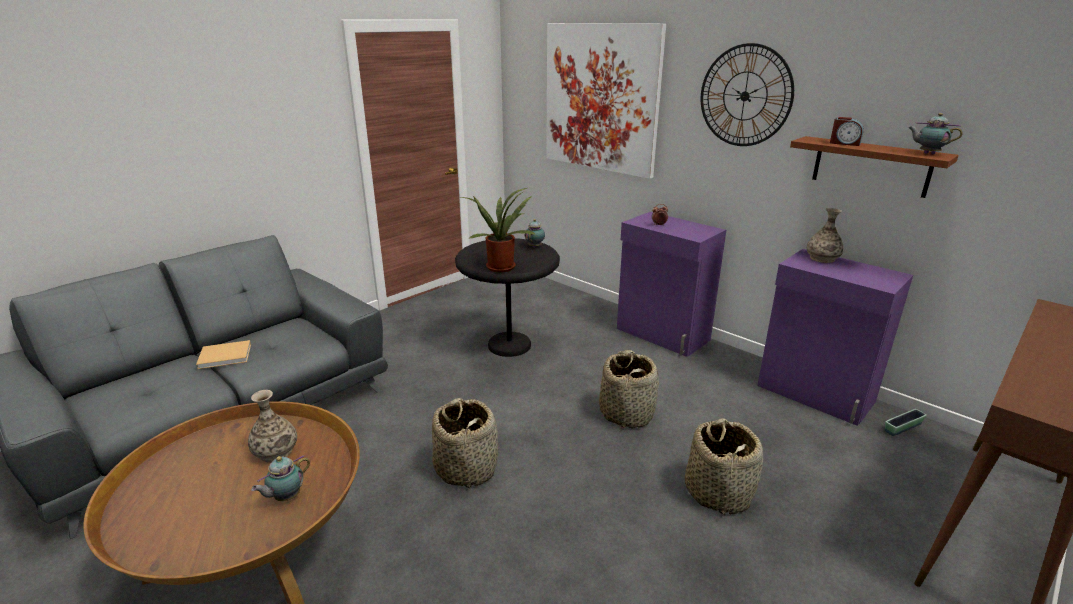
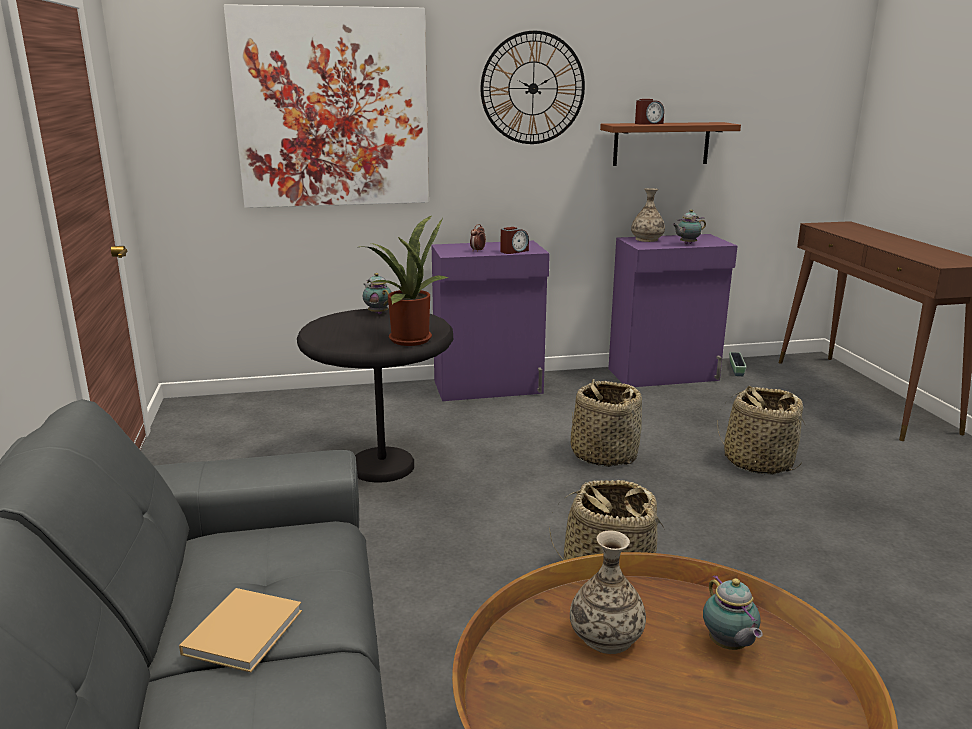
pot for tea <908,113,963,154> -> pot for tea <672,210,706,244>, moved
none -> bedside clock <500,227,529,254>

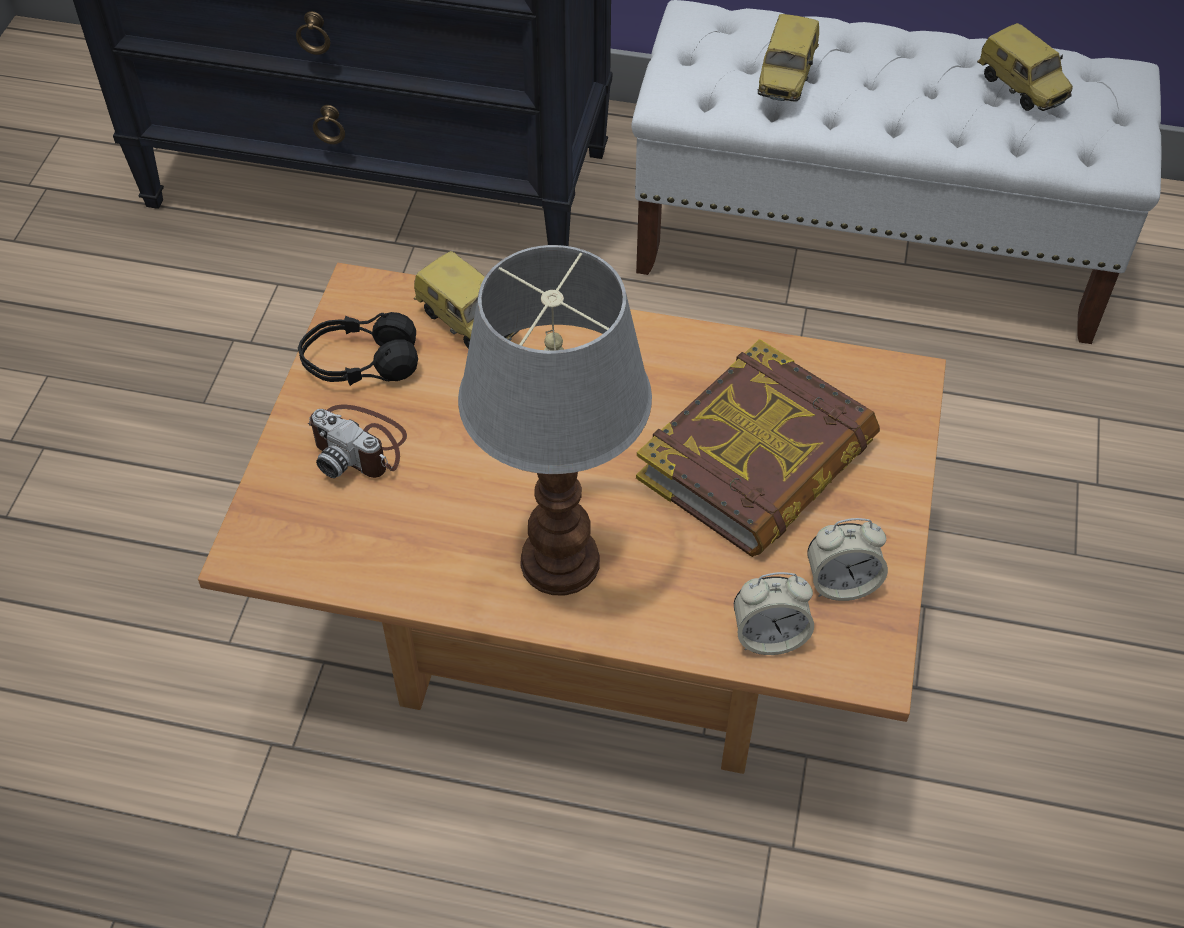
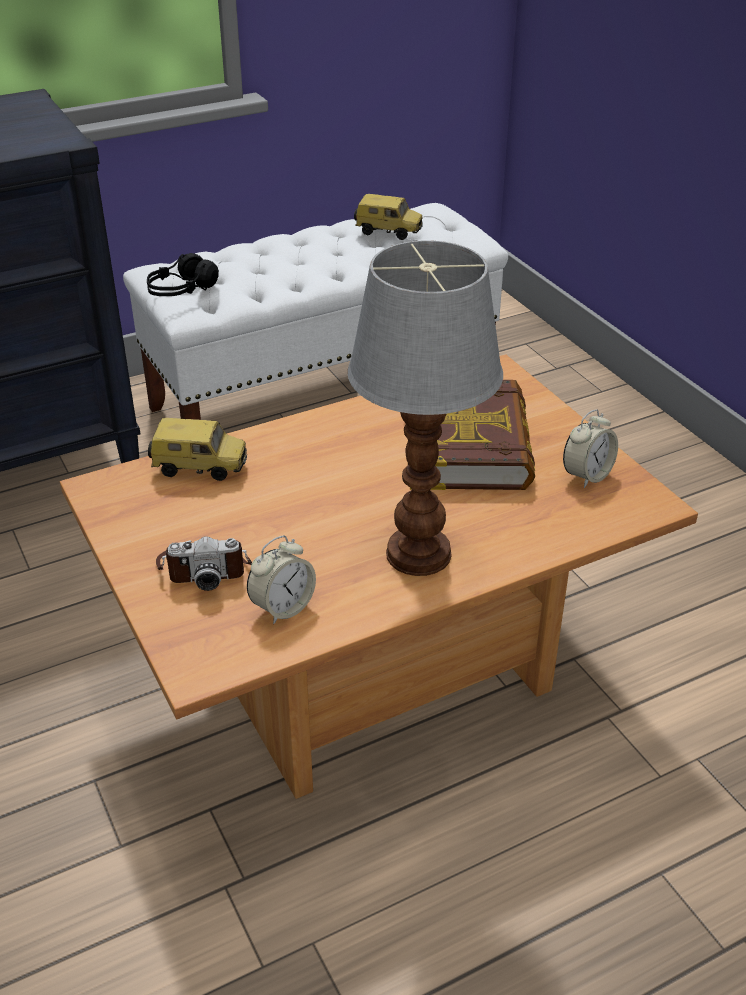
pair of headphones (black-coloured) <298,312,418,386> -> pair of headphones (black-coloured) <147,253,219,296>, moved
bedside clock <734,572,814,655> -> bedside clock <247,535,316,624>, moved
toy car <757,14,819,102> -> none

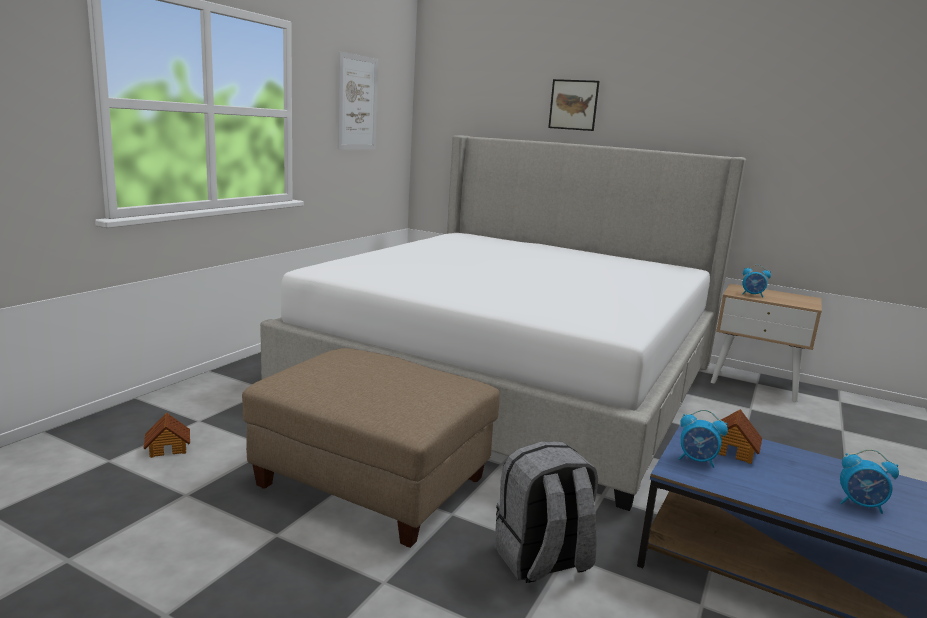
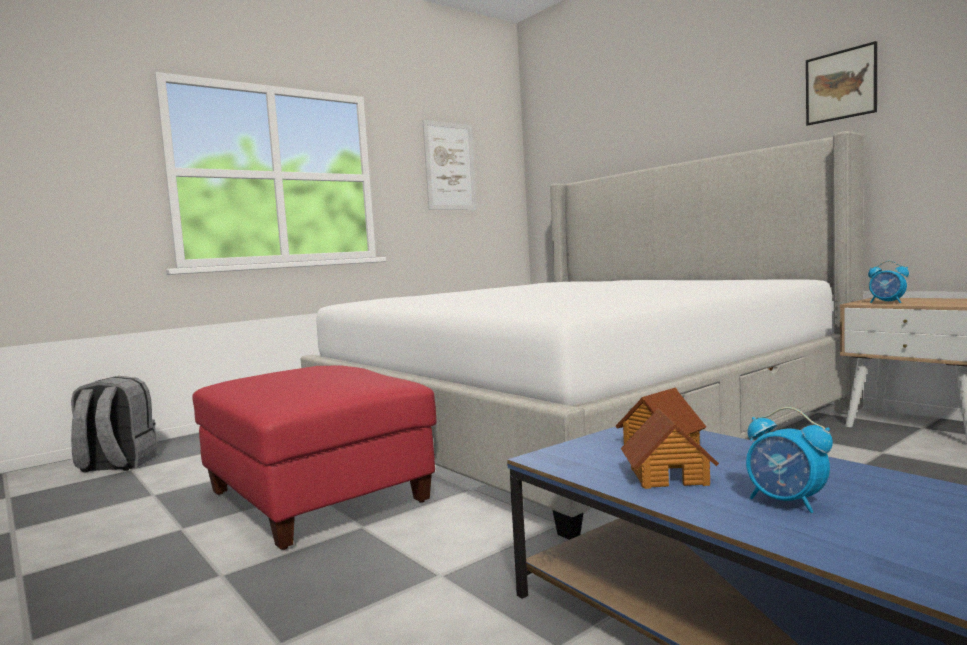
miniature house <143,413,190,458> -> miniature house <621,408,719,489>, moved
pouffe (beige) <242,348,500,548> -> pouffe (reddish) <192,365,437,550>
backpack (gray) <495,441,598,583> -> backpack (gray) <71,376,158,473>, moved
picture <548,79,600,131> -> picture <806,41,877,126>, moved
bedside clock <679,410,728,468> -> none

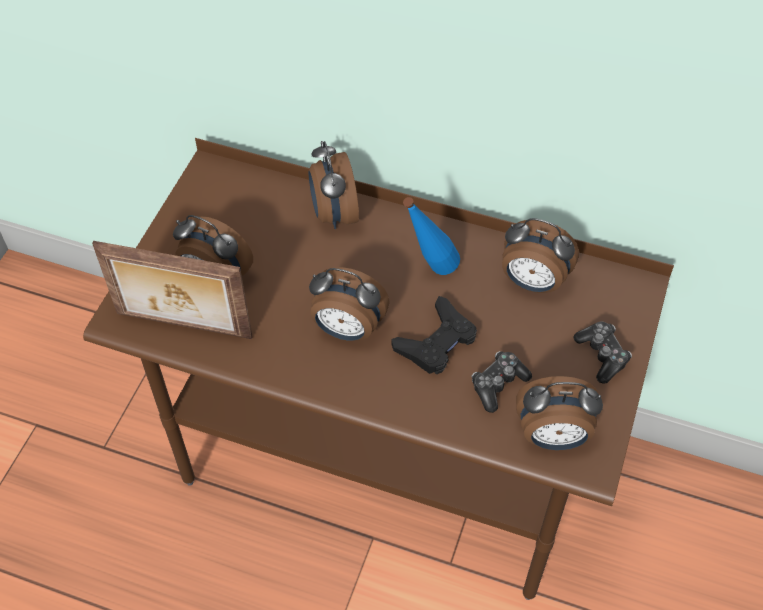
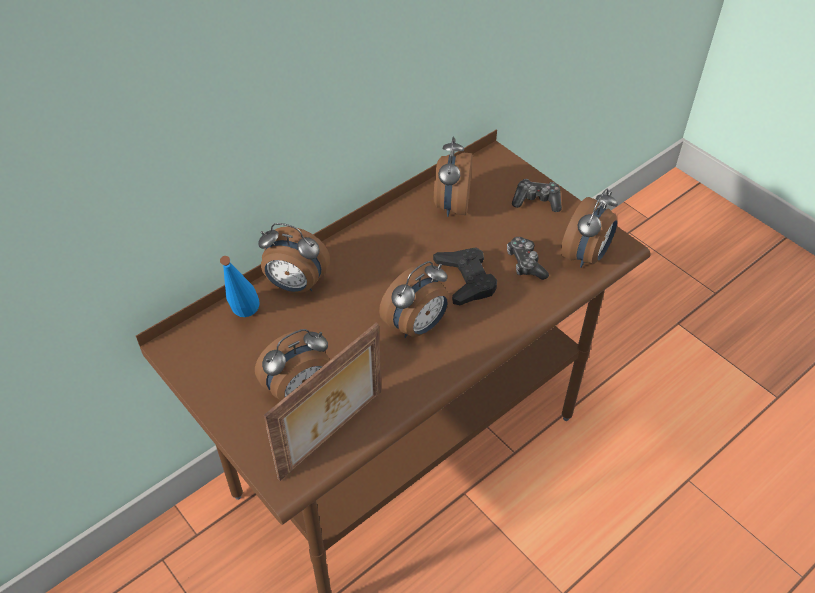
beverage bottle (blue) <403,197,460,275> -> beverage bottle (blue) <220,256,260,317>, moved
bedside clock <502,218,579,293> -> bedside clock <434,136,472,217>, 135 degrees clockwise

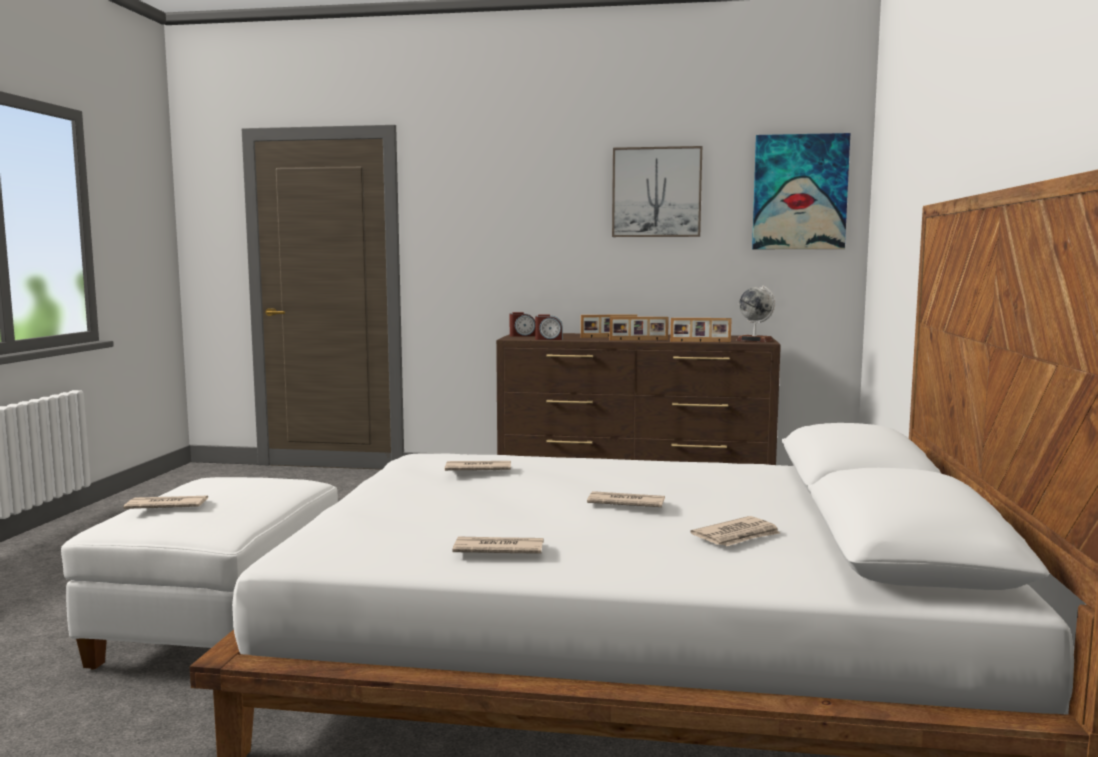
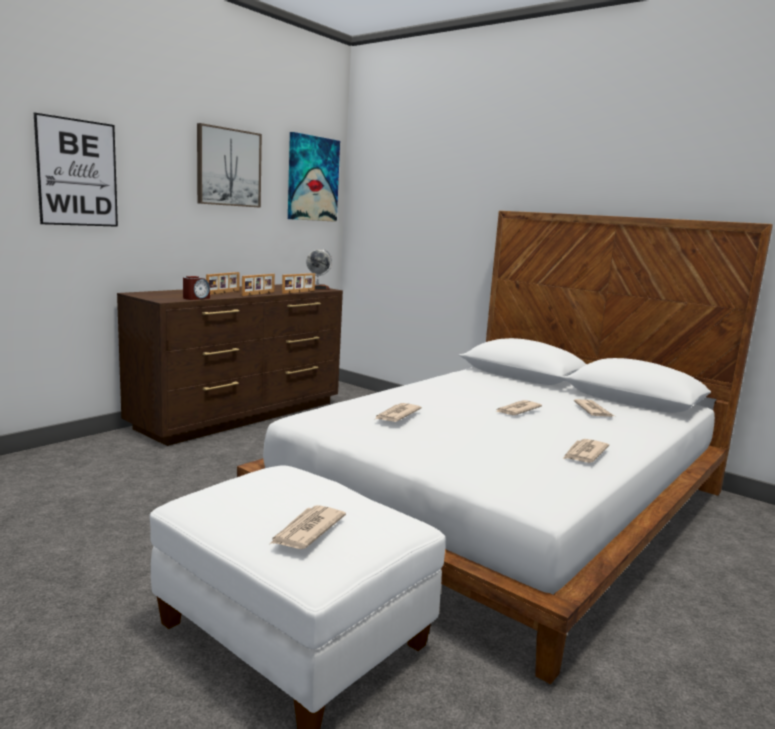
bedside clock <510,312,535,337> -> none
none -> picture <34,113,118,227>

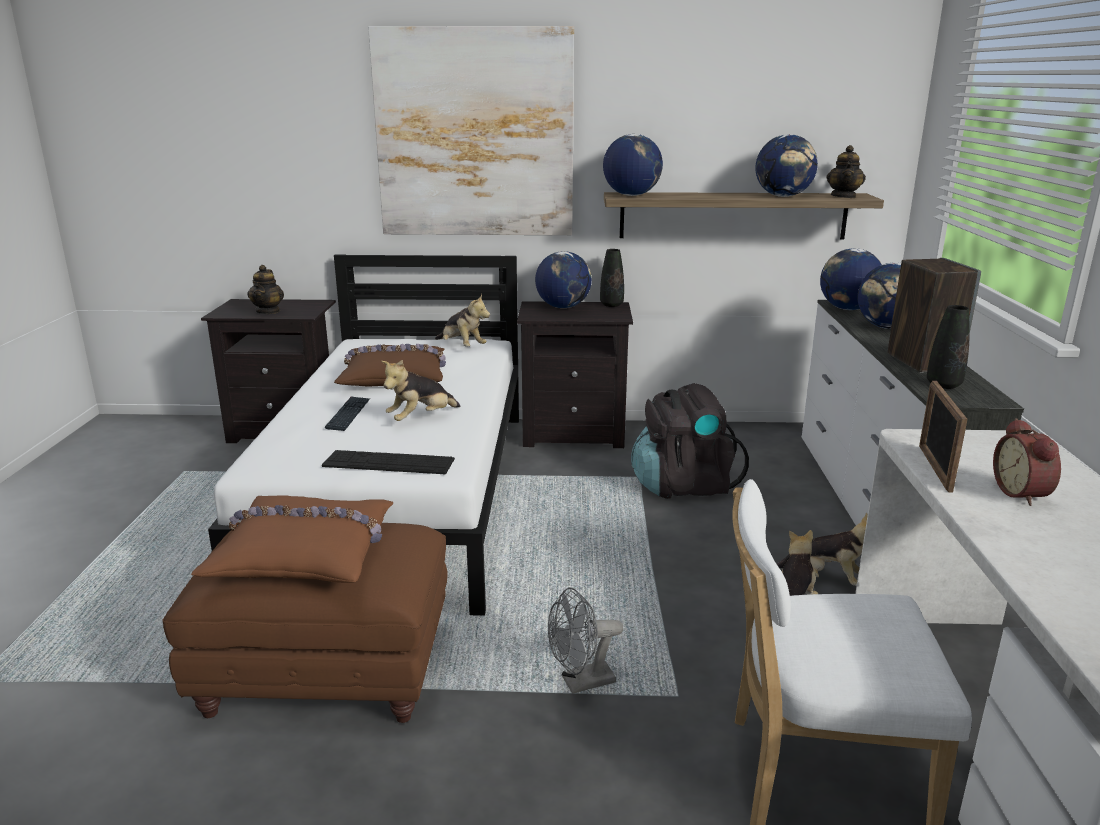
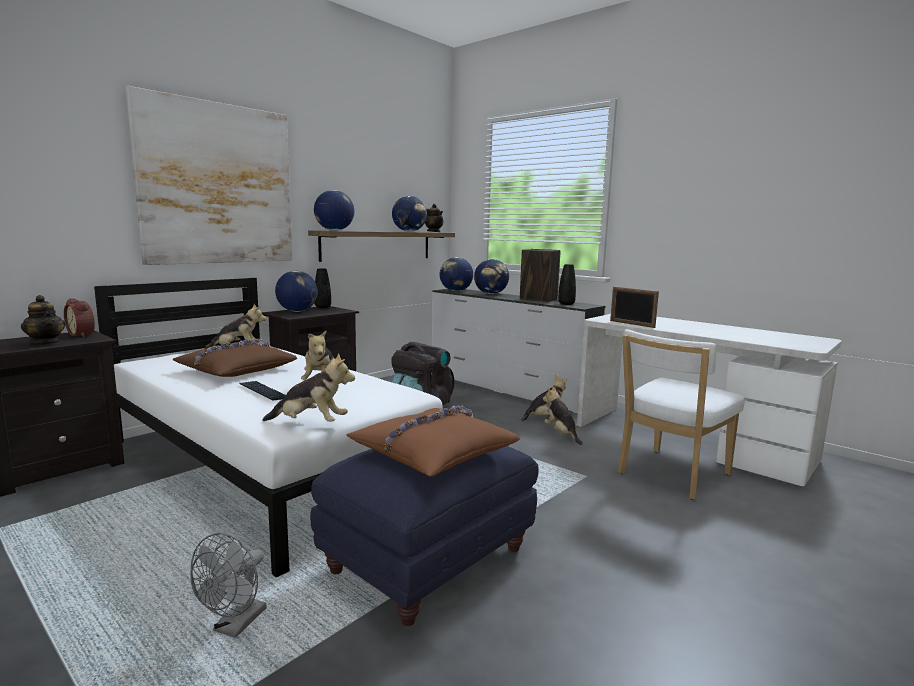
pouffe (brownish) <163,523,448,723> -> pouffe (blue) <310,446,539,626>
PC keyboard <322,450,455,474> -> none
fan (gray) <548,587,623,694> -> fan (gray) <190,533,267,638>, moved
bedside clock <993,418,1061,506> -> bedside clock <64,298,95,337>, moved
none -> cuddly toy <262,353,355,422>

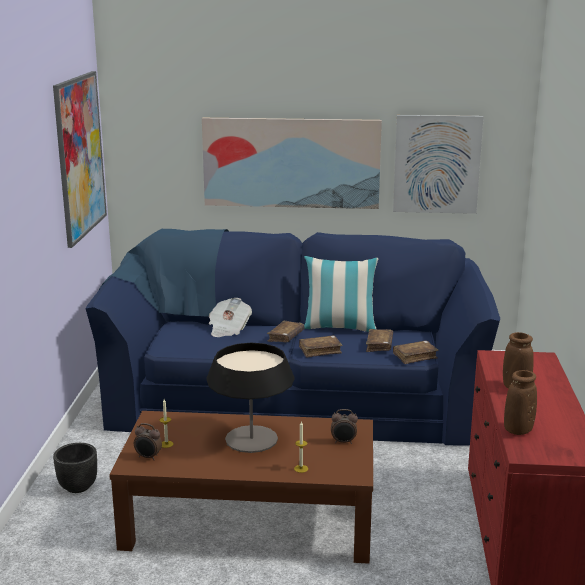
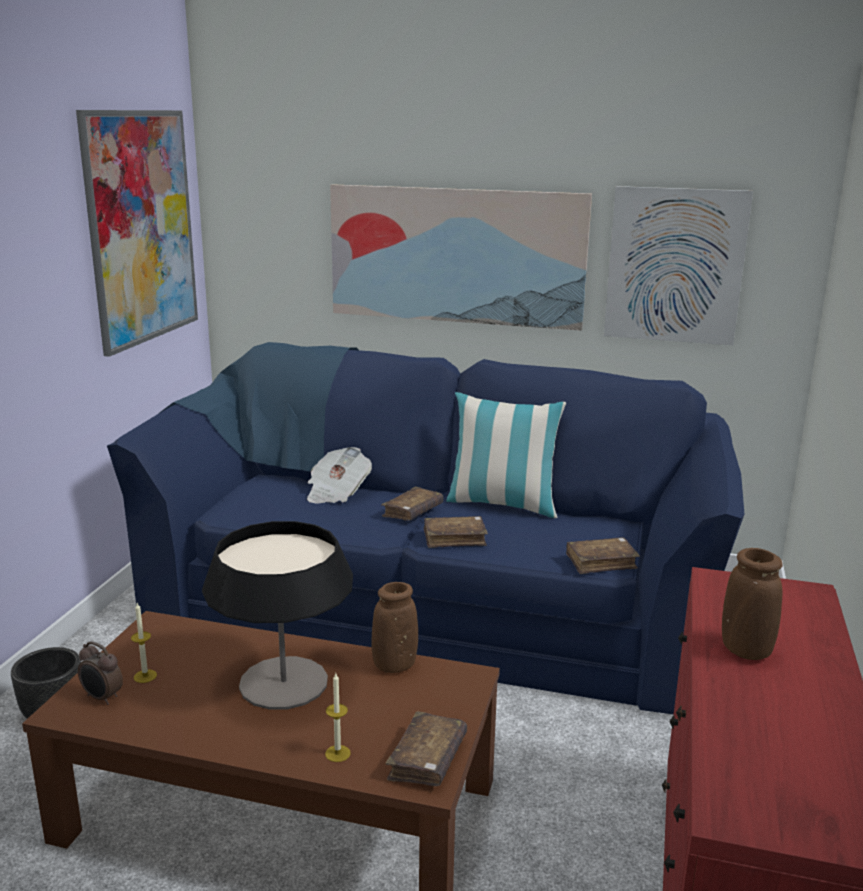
bedside clock <331,409,358,444> -> none
bound book (brownish) <366,329,393,352> -> bound book (brownish) <386,711,467,786>, moved
decorative vase (brownish) <504,370,537,435> -> decorative vase (brownish) <372,582,418,673>, moved

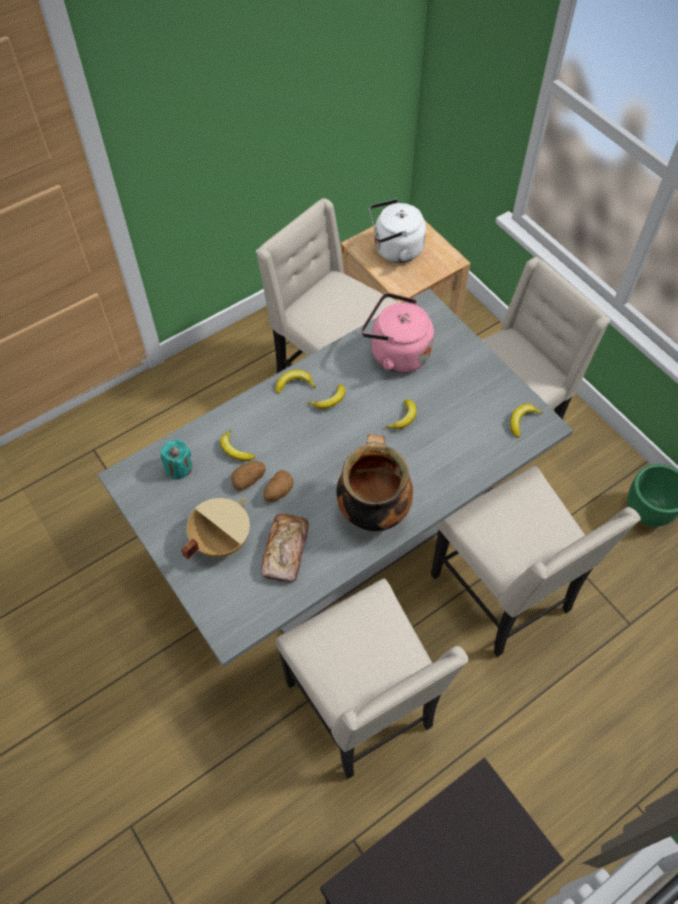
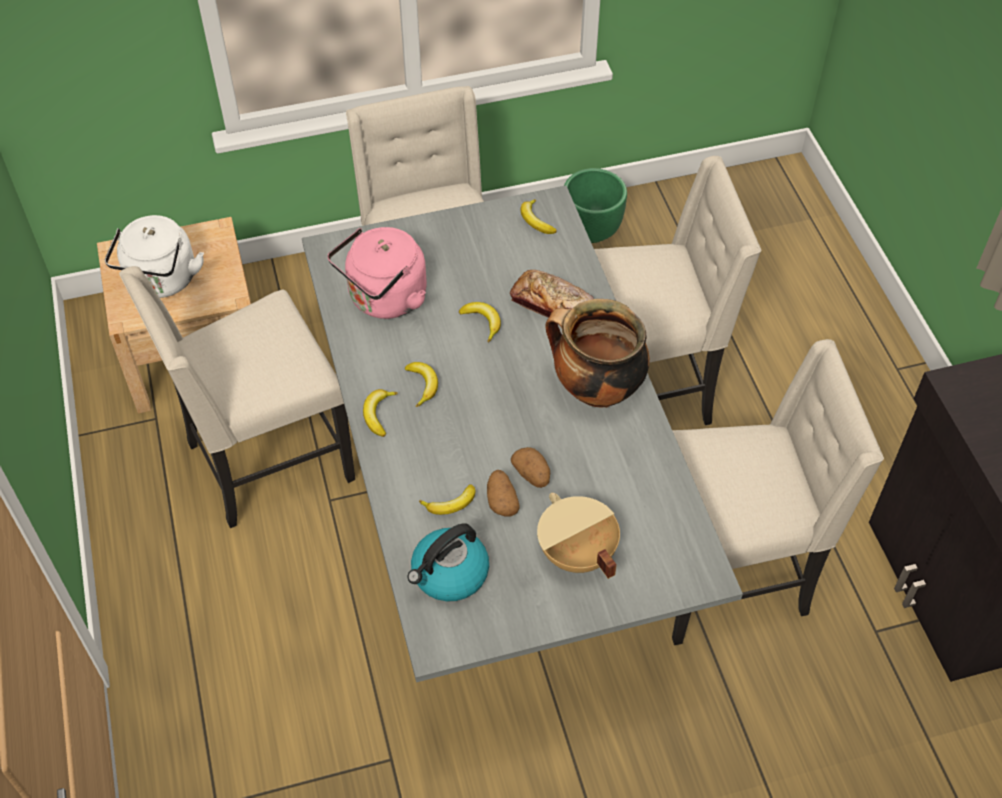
wax light (blue-green) <161,440,192,479> -> kettle <407,523,489,602>
bread <261,514,309,583> -> bread <510,270,594,318>, moved

